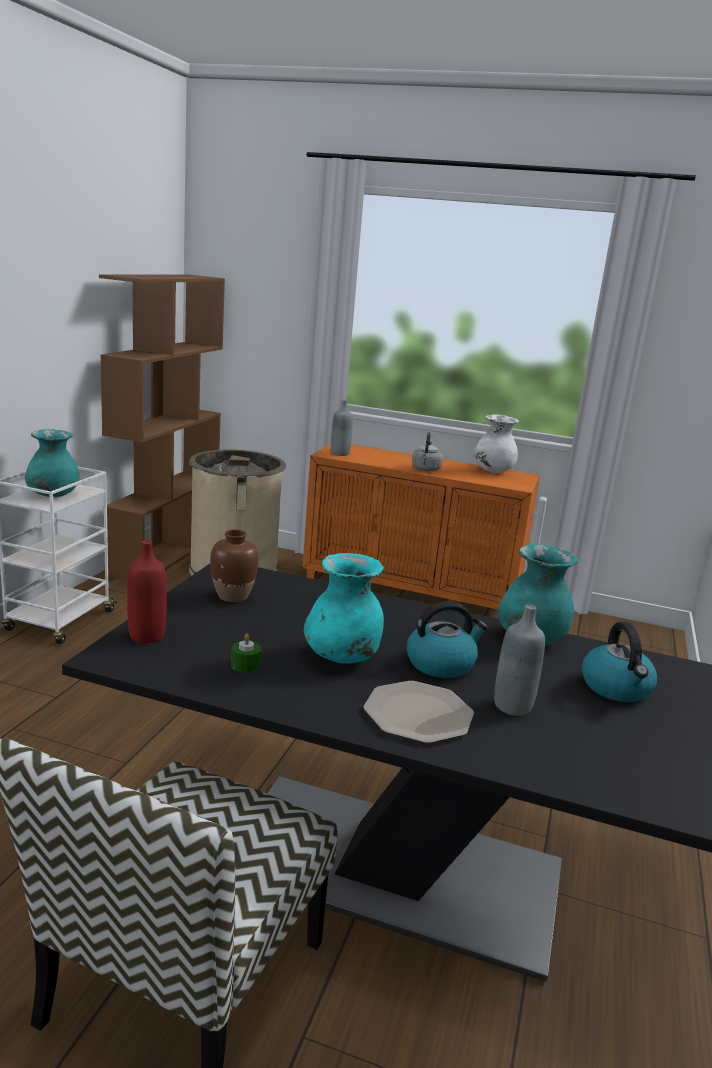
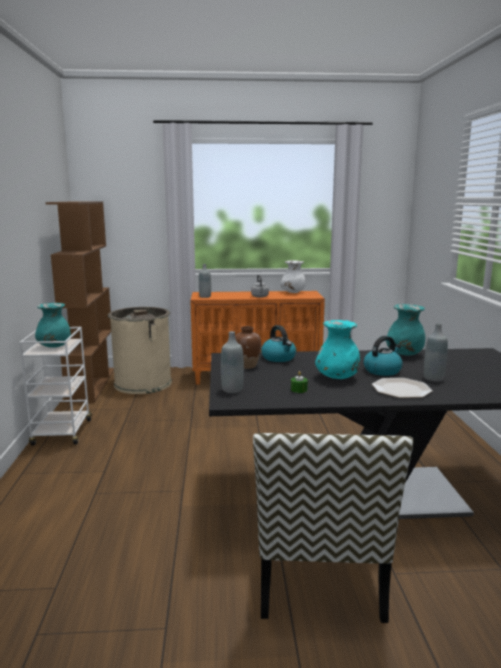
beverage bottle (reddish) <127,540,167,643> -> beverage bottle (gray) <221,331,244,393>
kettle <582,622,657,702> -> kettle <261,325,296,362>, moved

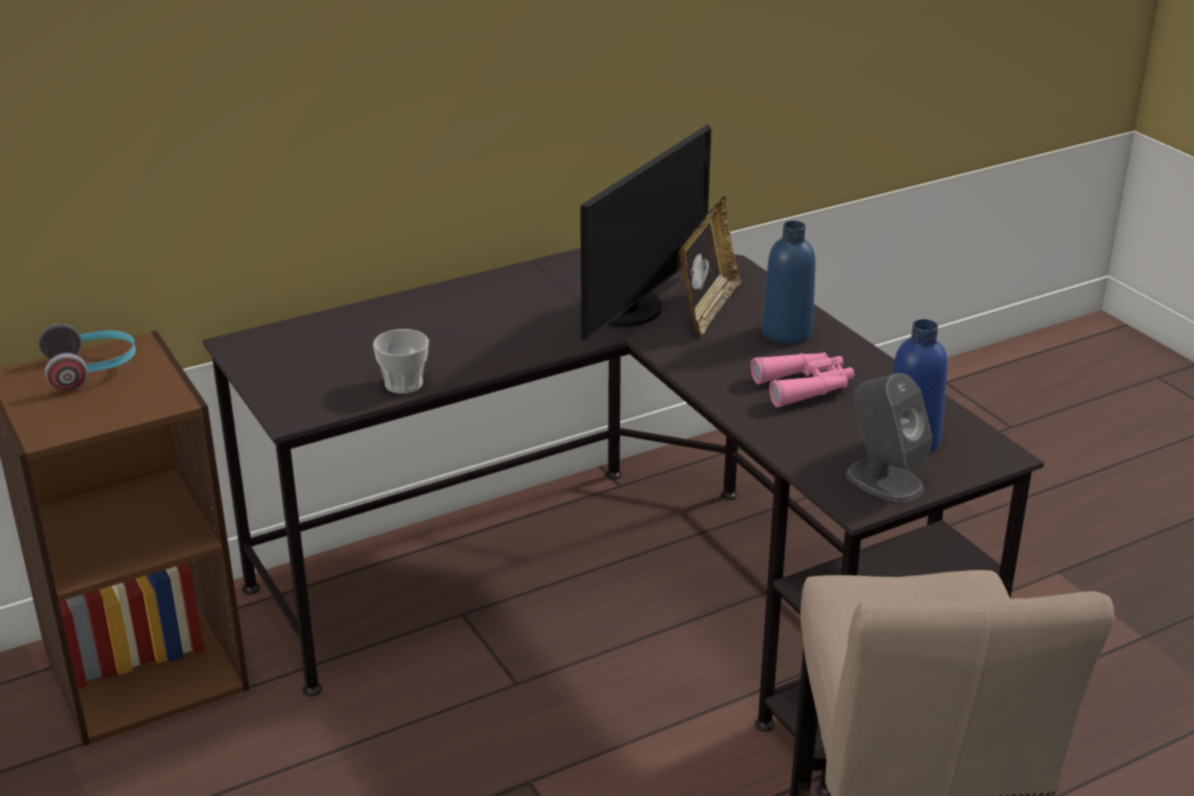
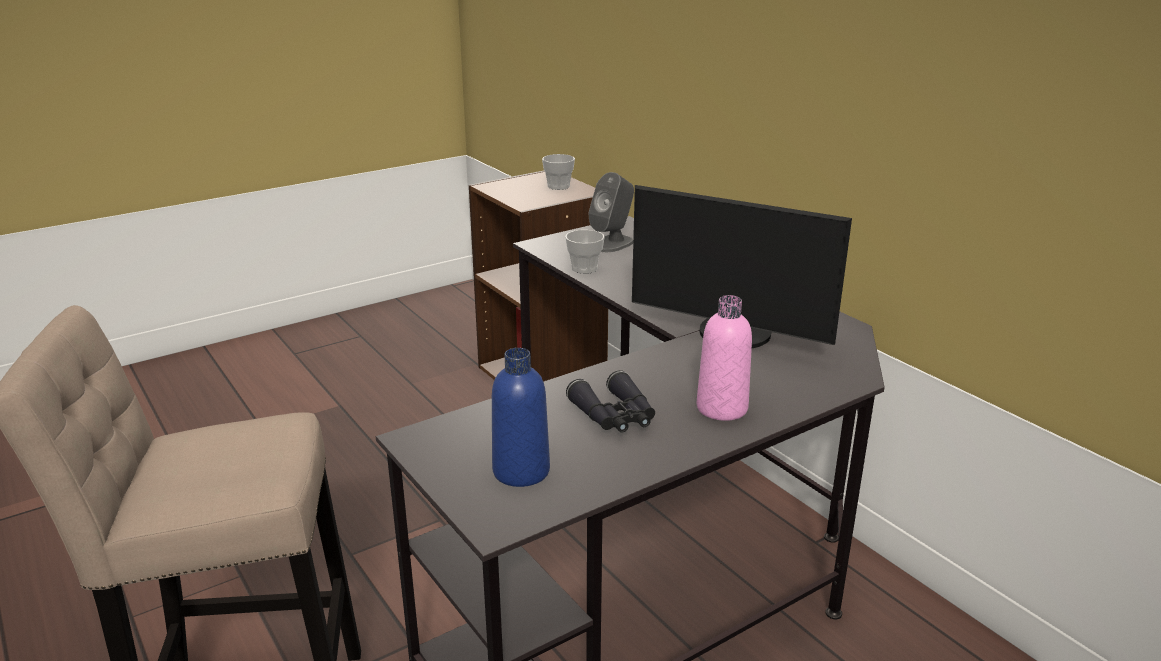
pair of headphones <39,324,136,391> -> small cup <542,154,575,190>
standing frame <679,196,742,336> -> none
field glasses (pinkish) <751,352,854,407> -> field glasses (black-coloured) <566,370,655,433>
beverage bottle (blue) <762,221,816,344> -> beverage bottle (pinkish) <697,295,752,421>
speaker (gray) <846,373,932,502> -> speaker (gray) <588,172,634,252>, moved

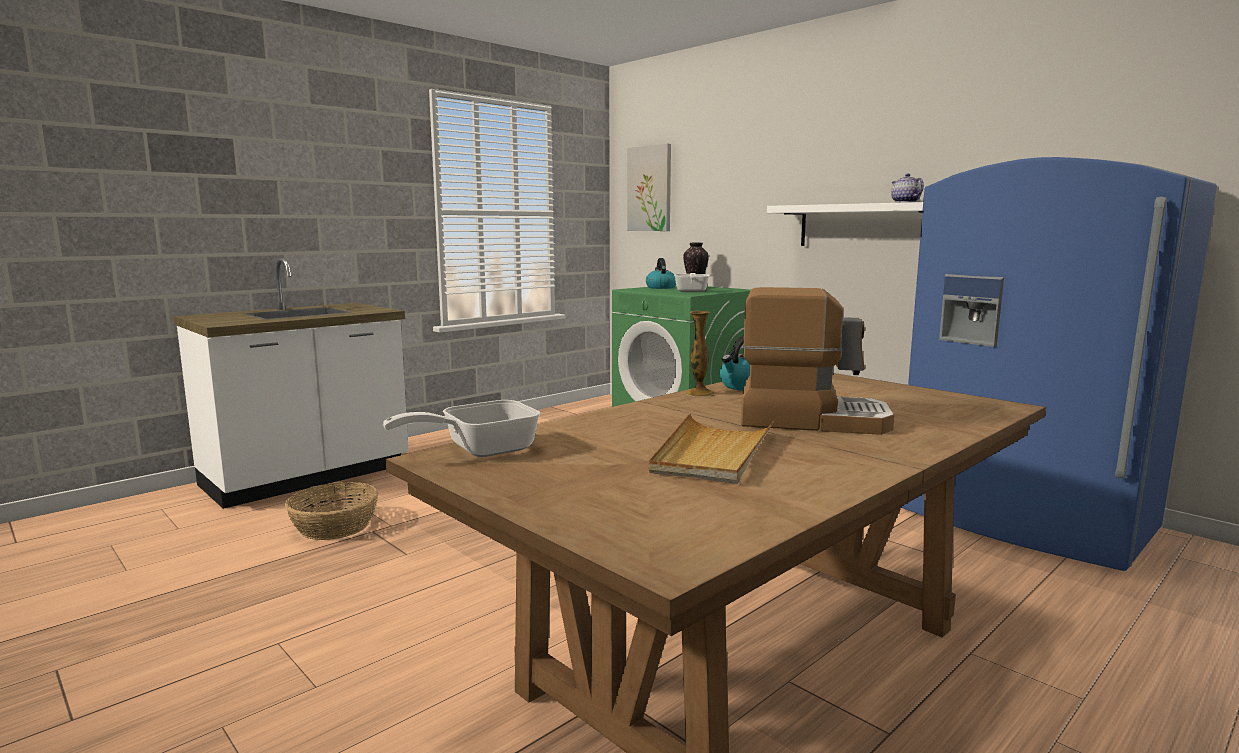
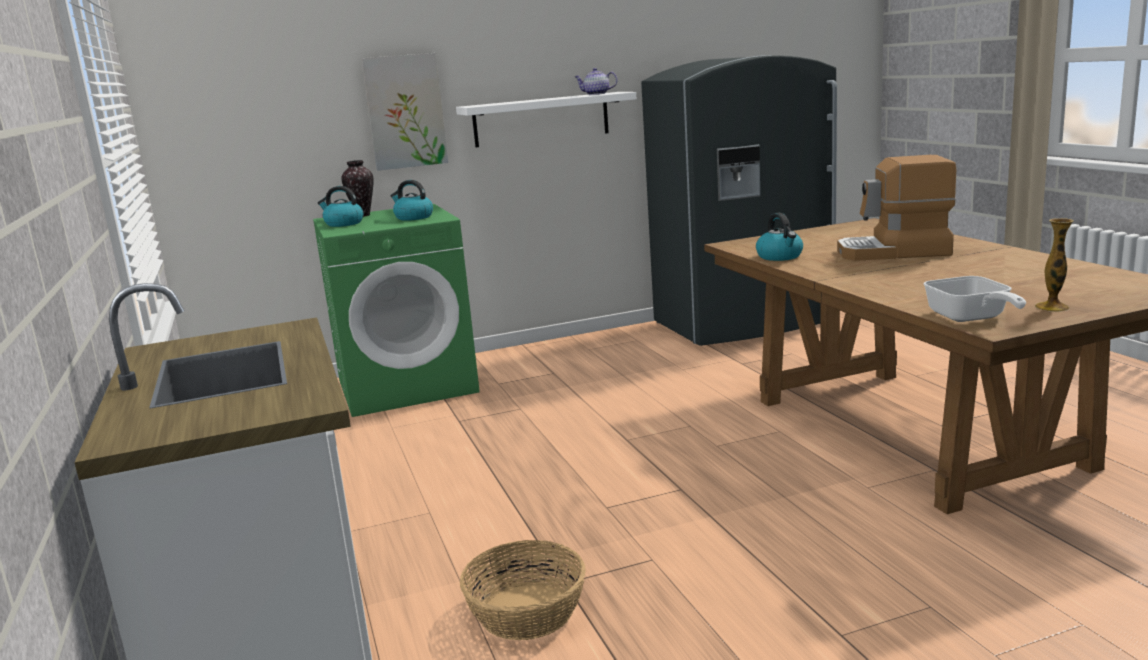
picture <627,144,671,231> -> picture <361,53,448,171>, moved
carrying tray (beige) <649,413,774,484> -> none
pan <674,273,709,292> -> kettle <390,180,433,221>
decorative vase <686,311,714,397> -> decorative vase <1035,218,1073,312>, moved
coffee maker <741,287,894,435> -> coffee maker <837,155,956,261>, 120 degrees counterclockwise
refrigerator (blue) <901,157,1217,571> -> refrigerator (gray) <641,55,837,346>

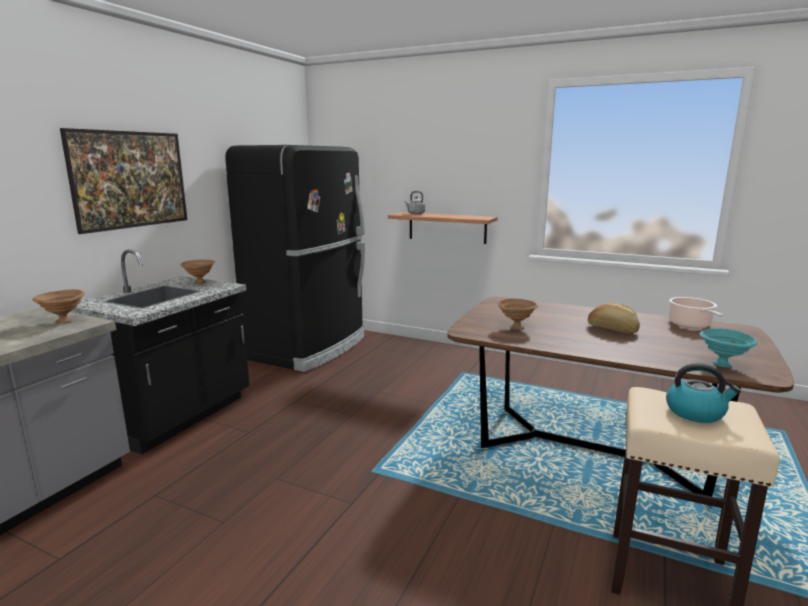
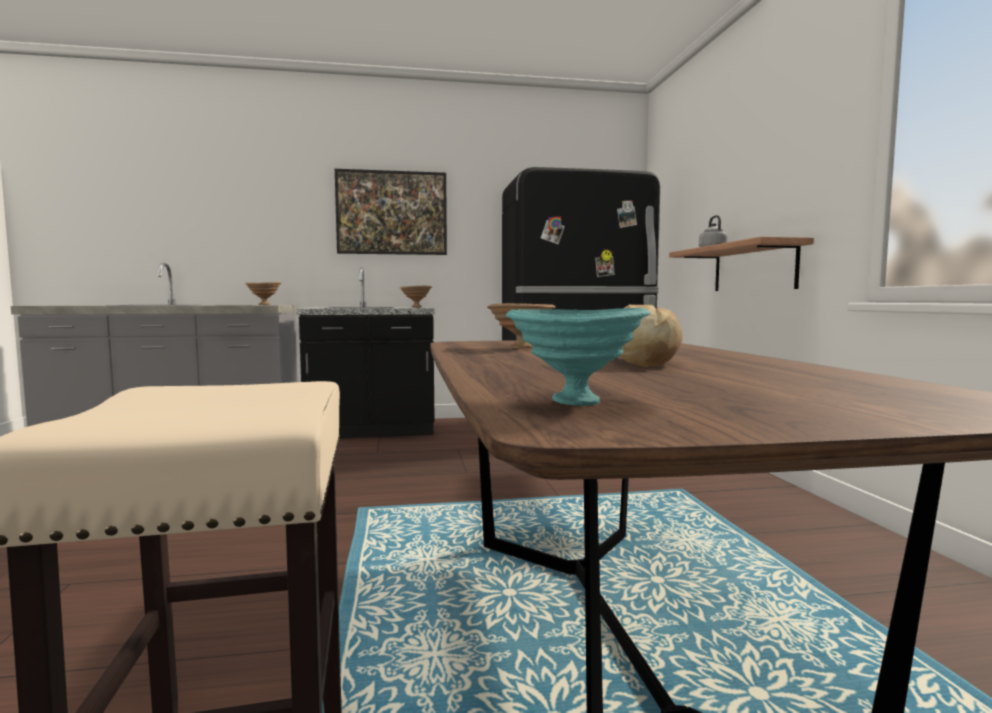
kettle <666,363,741,423> -> none
saucepot <669,297,723,329> -> none

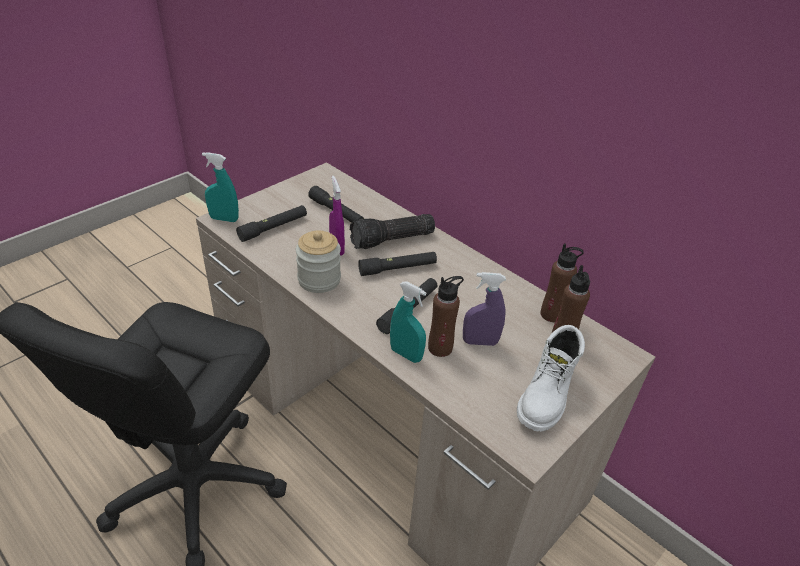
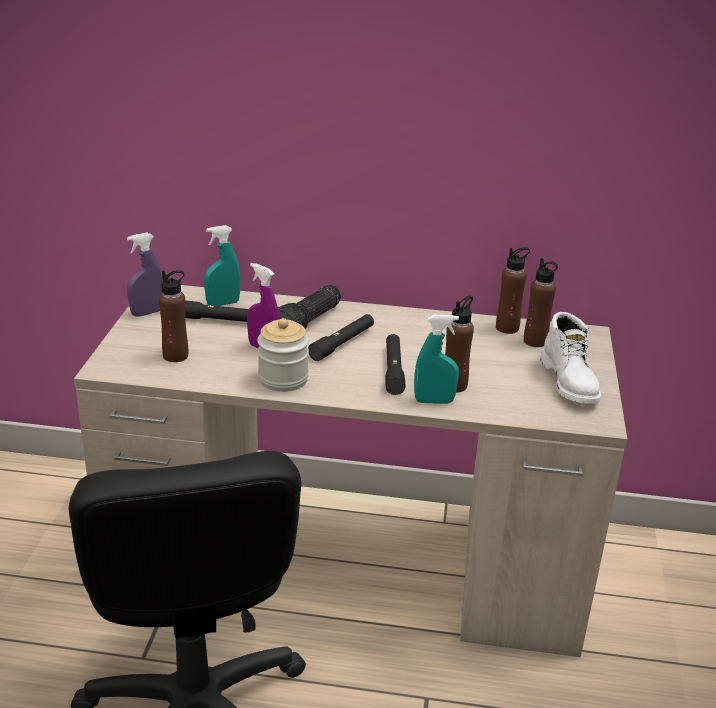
hand sprayer (blue-green) <202,152,239,222> -> hand sprayer (blue-green) <204,225,240,306>, moved
hand torch (black-coloured) <236,205,307,242> -> beverage bottle (brownish) <159,270,188,362>
hand sprayer (purplish) <463,272,506,346> -> hand sprayer (purplish) <127,233,163,317>, moved

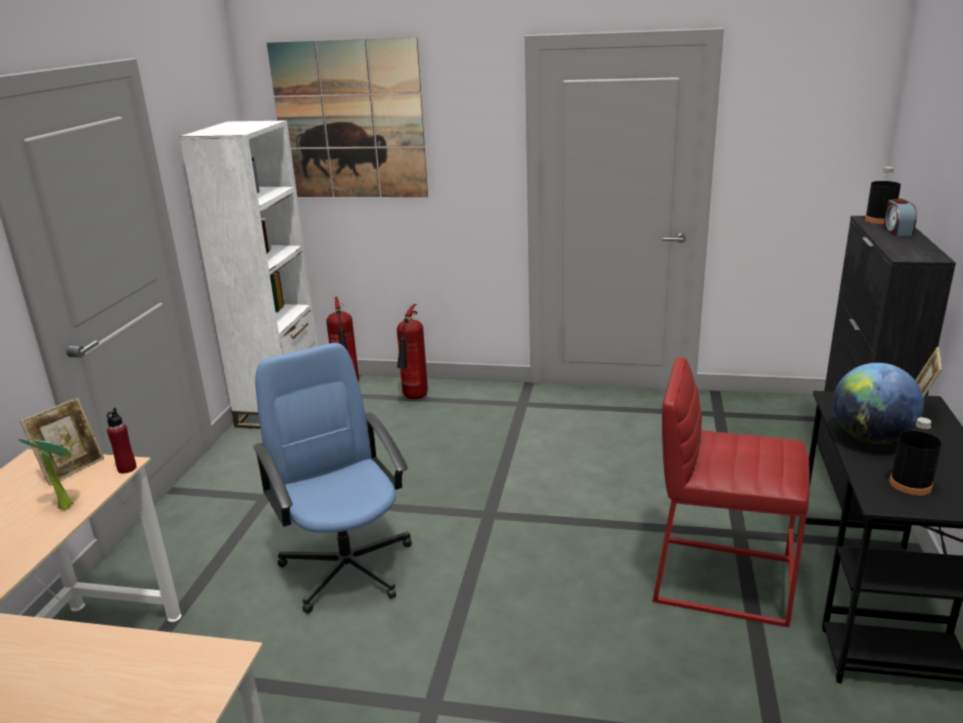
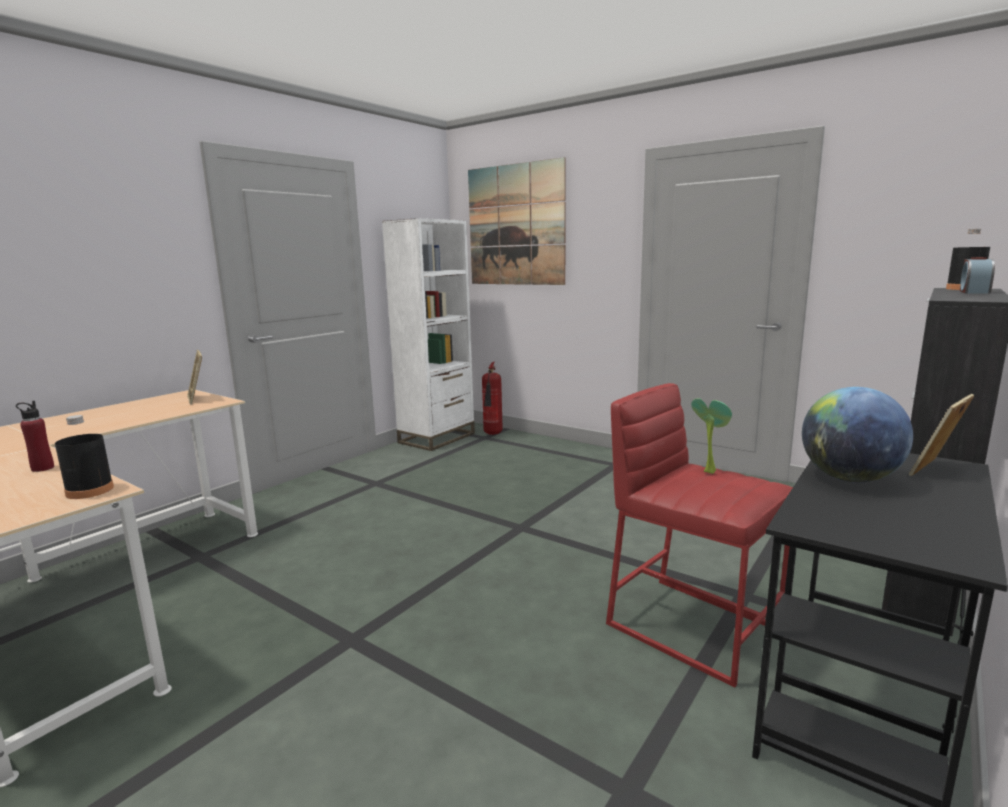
potted plant <19,439,74,510> -> potted plant <691,398,732,474>, moved
standing frame <20,397,104,485> -> standing frame <187,350,202,404>, 90 degrees clockwise
beverage bottle (reddish) <107,408,137,473> -> beverage bottle (reddish) <16,401,54,472>, moved
computer chair (blue) <253,343,412,614> -> none
extinguisher <397,304,428,399> -> none
beverage bottle (black-coloured) <890,417,941,495> -> beverage bottle (black-coloured) <55,415,114,499>, moved

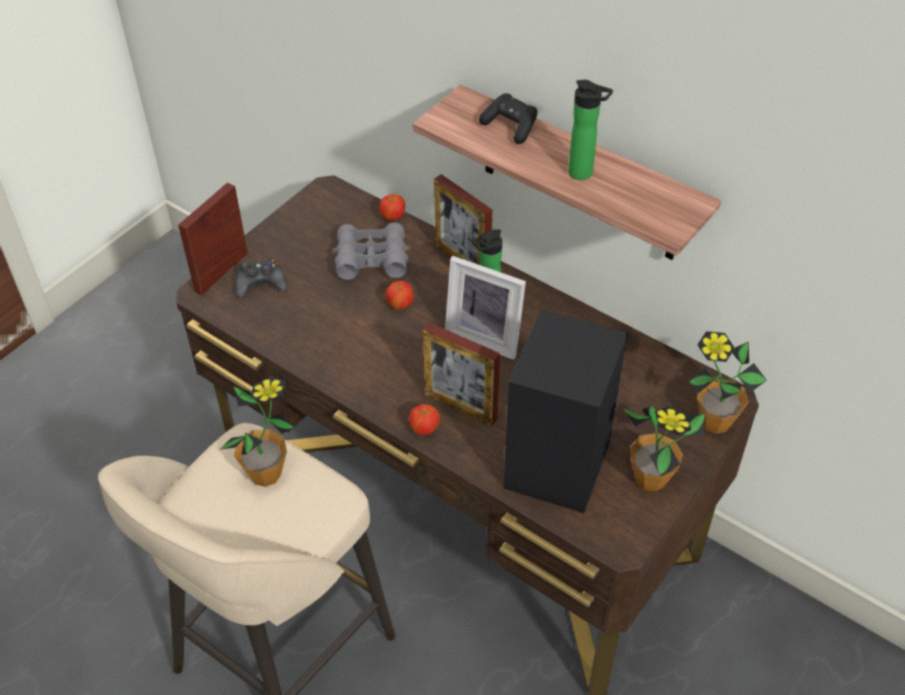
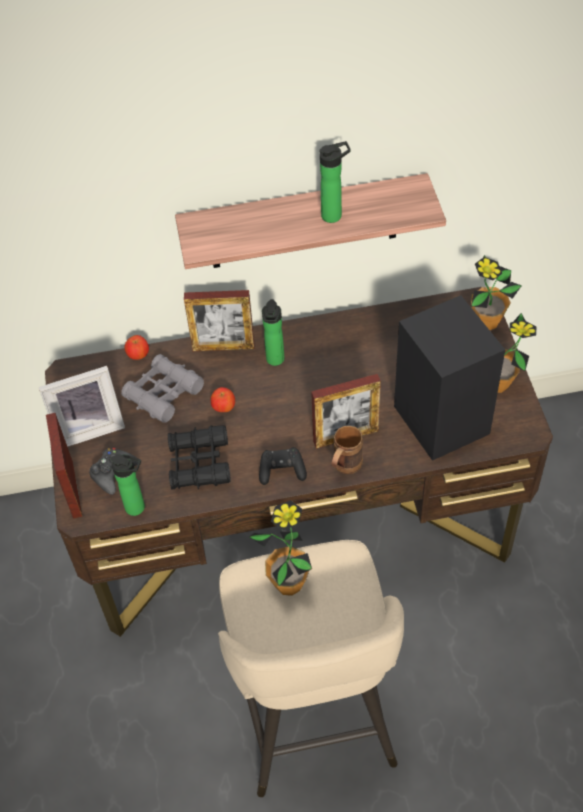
apple <409,404,440,435> -> mug (brownish) <332,426,363,474>
standing frame <445,256,526,360> -> standing frame <39,366,125,447>, moved
game controller (black-coloured) <479,93,537,144> -> game controller (black-coloured) <259,447,307,485>, moved
none -> beverage bottle <110,454,145,516>
none -> field glasses (black-coloured) <168,425,231,490>

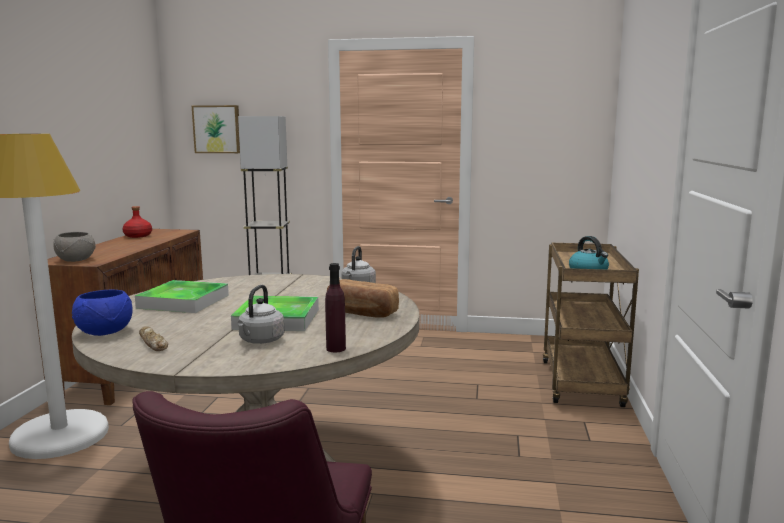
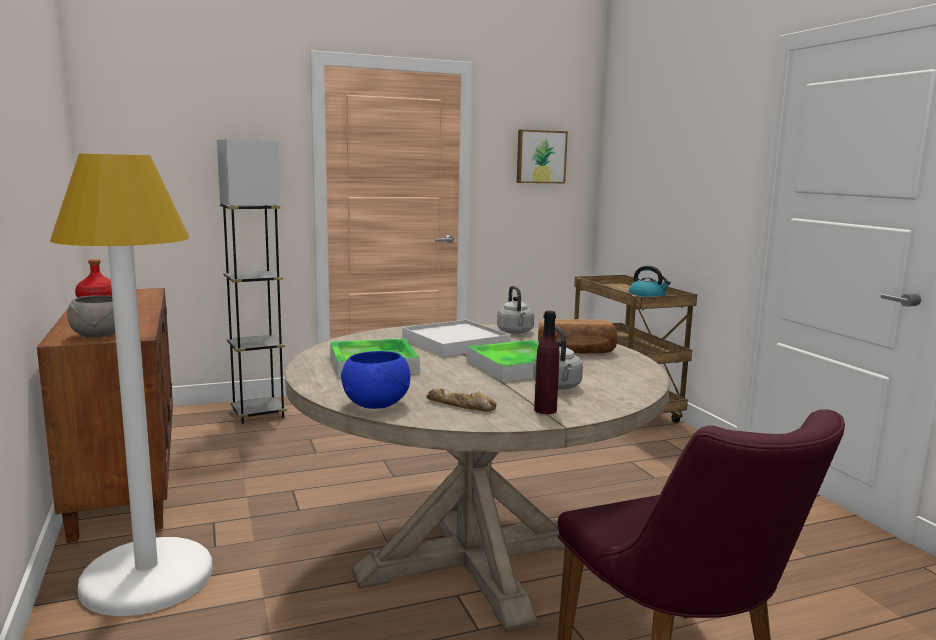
picture <192,105,240,153> -> picture <517,130,568,183>, moved
beverage bottle (purplish) <325,263,346,352> -> beverage bottle (purplish) <534,311,559,414>, moved
none -> carrying tray (white-coloured) <402,320,511,357>

